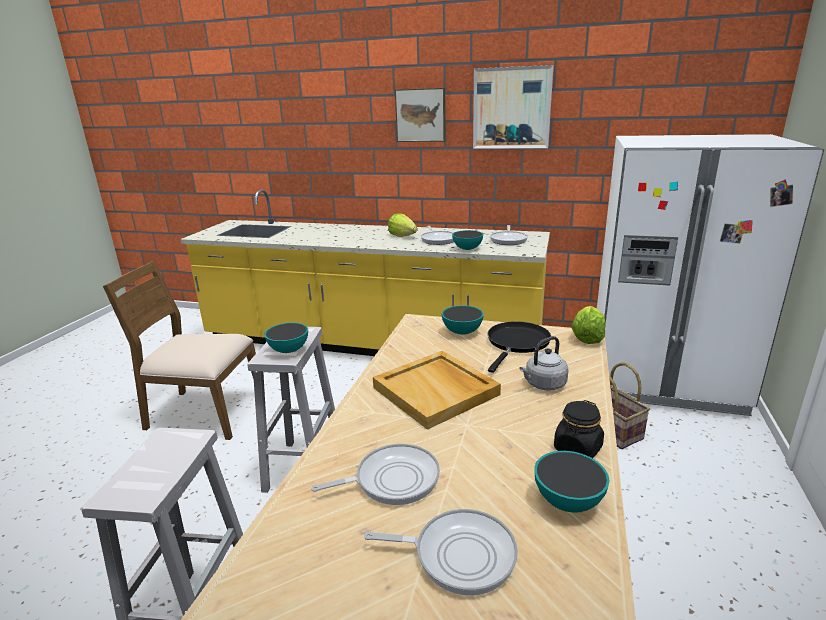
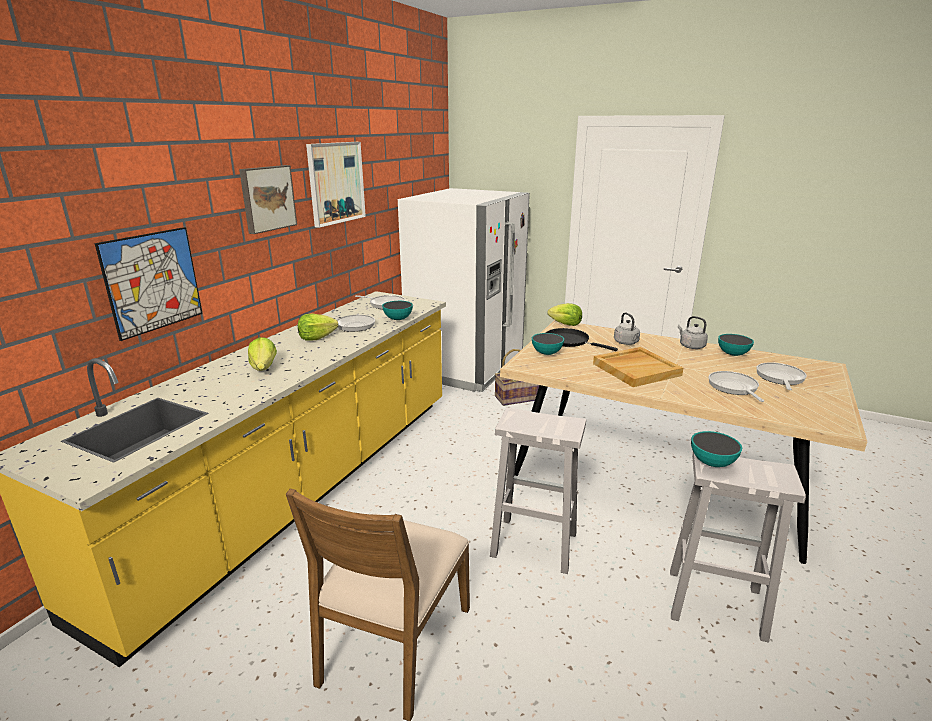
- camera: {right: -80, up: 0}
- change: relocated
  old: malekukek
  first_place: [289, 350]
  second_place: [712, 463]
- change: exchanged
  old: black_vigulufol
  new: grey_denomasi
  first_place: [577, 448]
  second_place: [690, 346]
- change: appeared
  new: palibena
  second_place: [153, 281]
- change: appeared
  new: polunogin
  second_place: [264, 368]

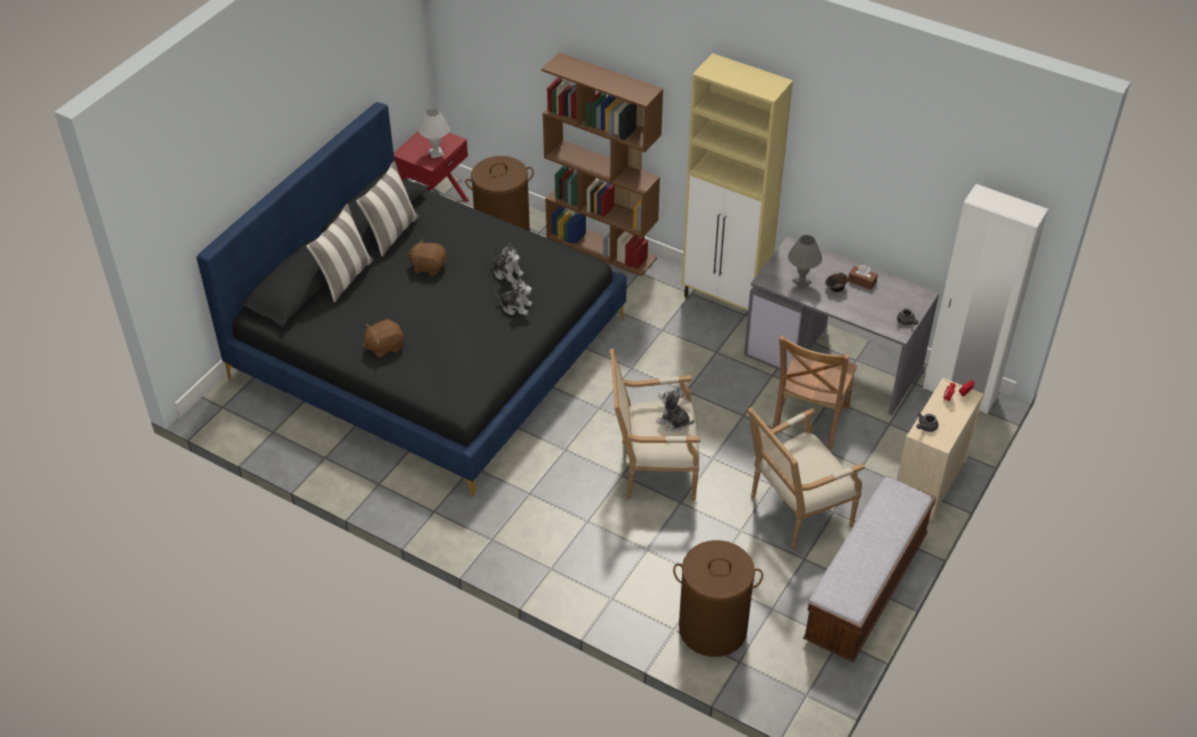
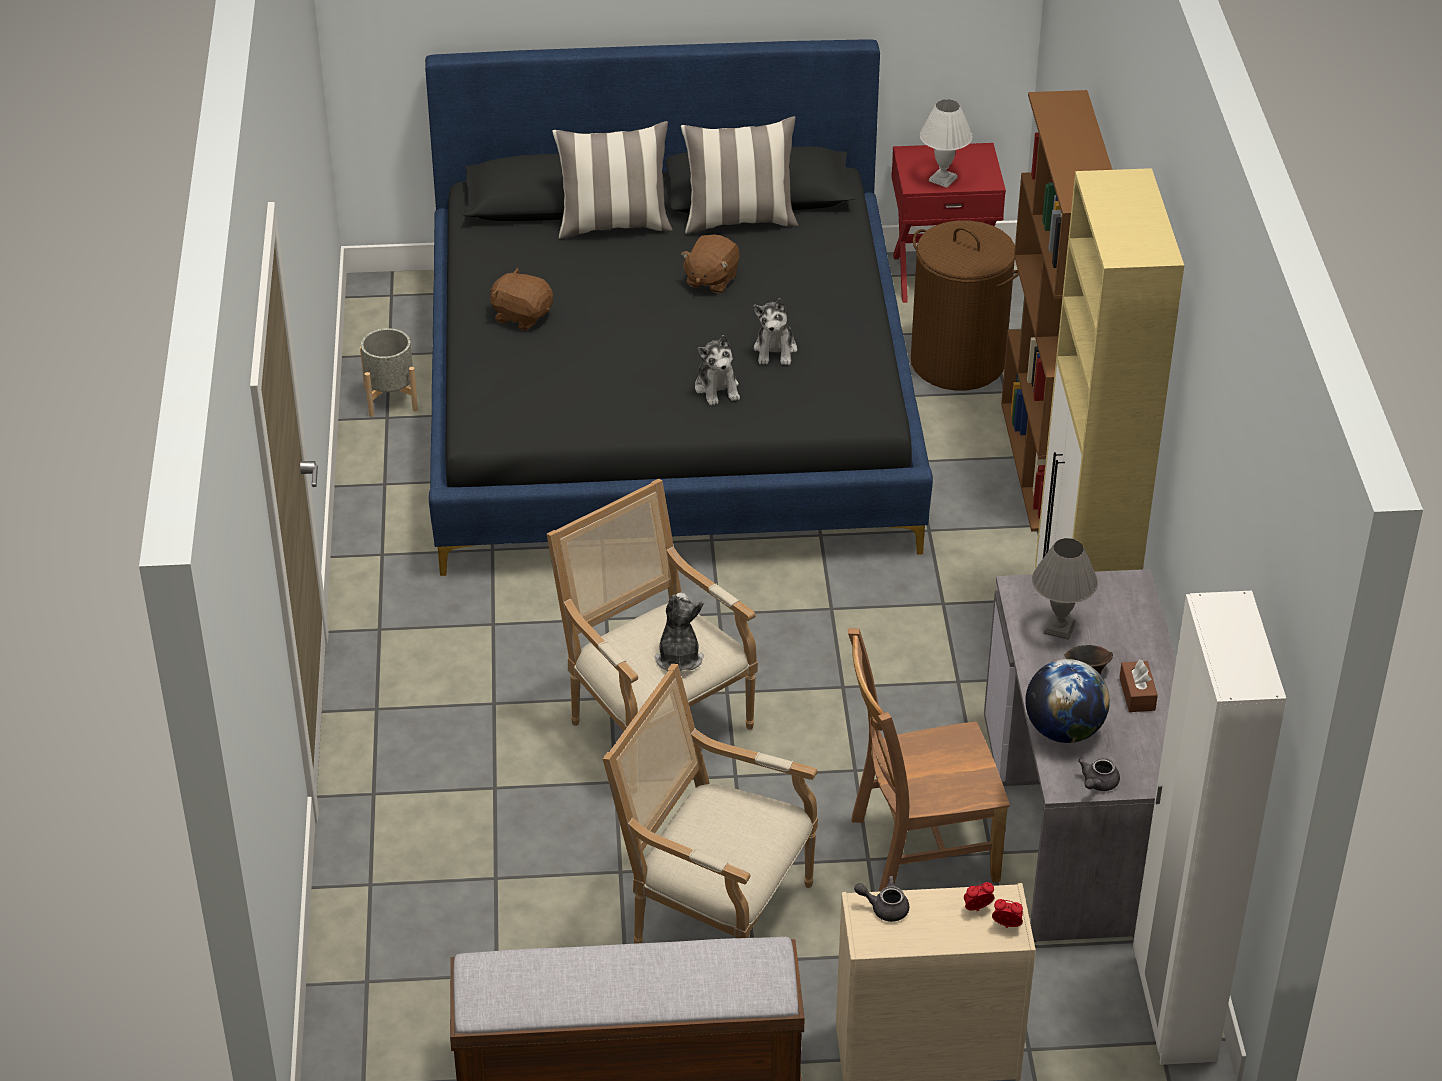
- camera: {right: 55, up: -5}
- change: spun
  old: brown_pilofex
  first_place: [428, 266]
  second_place: [711, 280]
  degrees: -135
- change: missing
  old: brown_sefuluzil
  first_place: [712, 629]
- change: appeared
  new: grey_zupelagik
  second_place: [390, 399]
- change: appeared
  new: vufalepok
  second_place: [1063, 730]

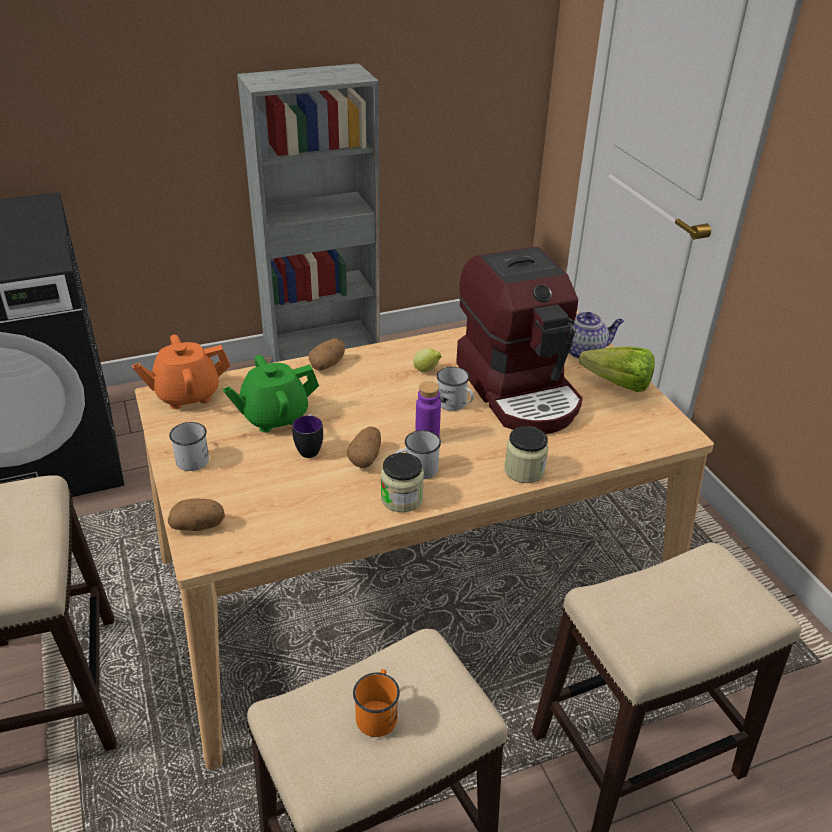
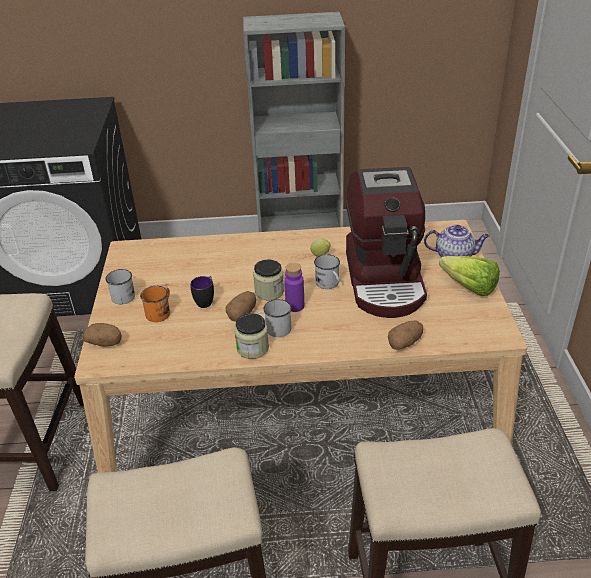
- camera: {right: 20, up: 0}
- change: missing
  old: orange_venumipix
  first_place: [187, 394]
- change: relocated
  old: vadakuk
  first_place: [327, 364]
  second_place: [405, 343]
- change: missing
  old: green_venumipix
  first_place: [274, 416]
- change: relocated
  old: vigulufol
  first_place: [524, 470]
  second_place: [269, 292]
- change: relocated
  old: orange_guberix
  first_place: [378, 712]
  second_place: [160, 312]

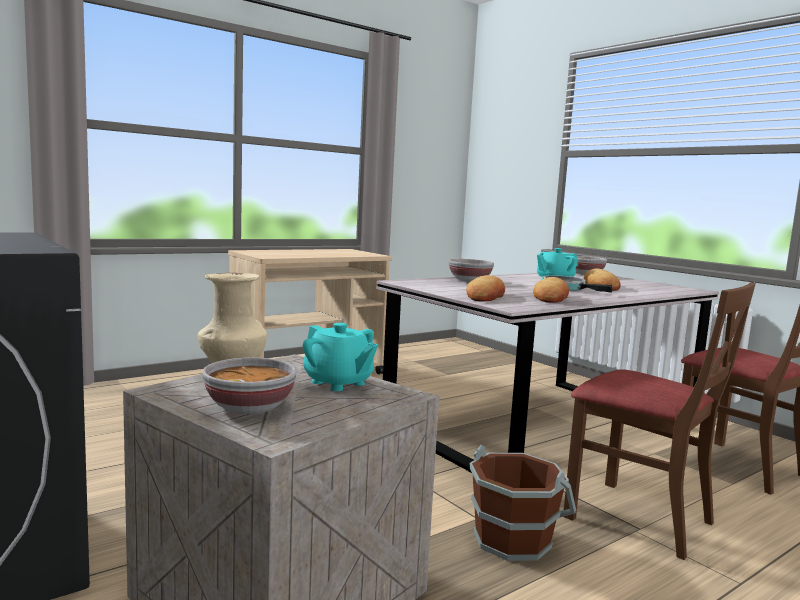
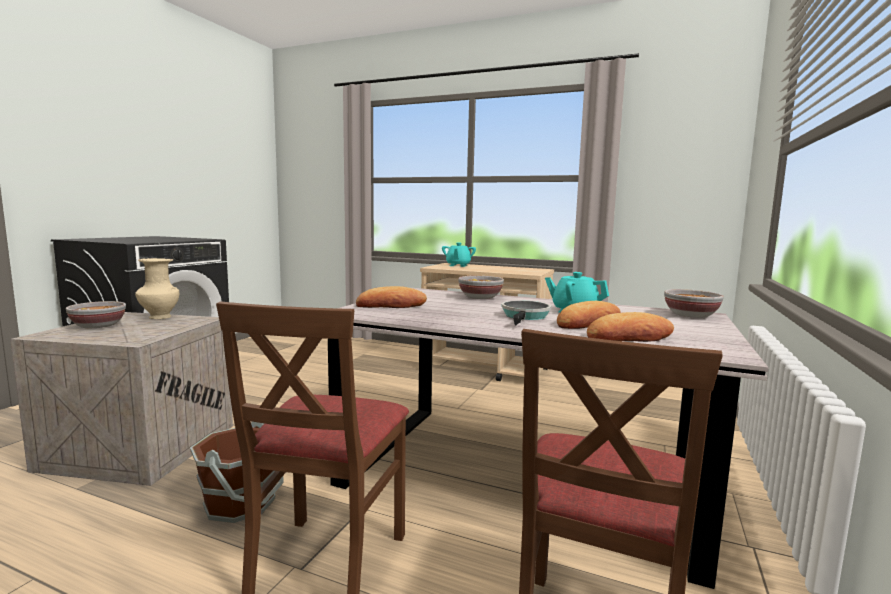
- camera: {right: 60, up: 0}
- change: relocated
  old: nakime
  first_place: [552, 297]
  second_place: [629, 337]
- change: relocated
  old: turquoise_venumipix
  first_place: [338, 383]
  second_place: [458, 265]

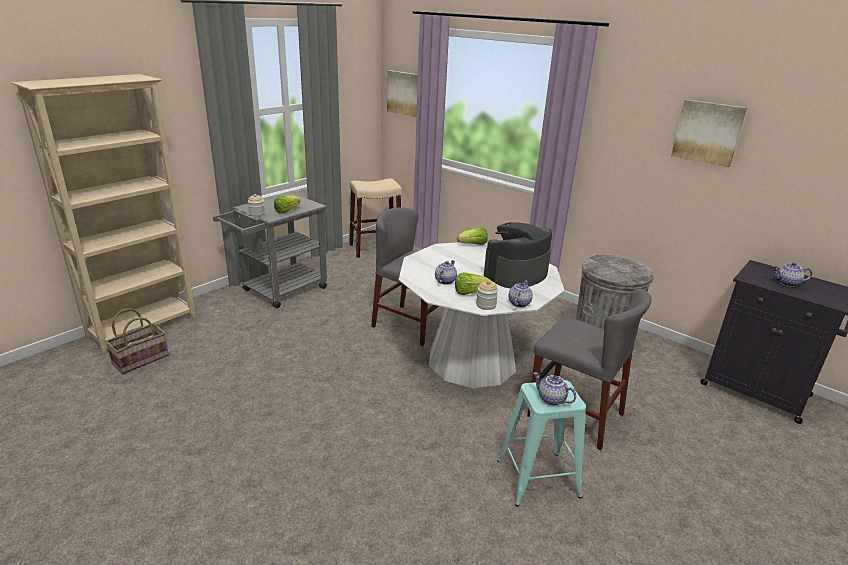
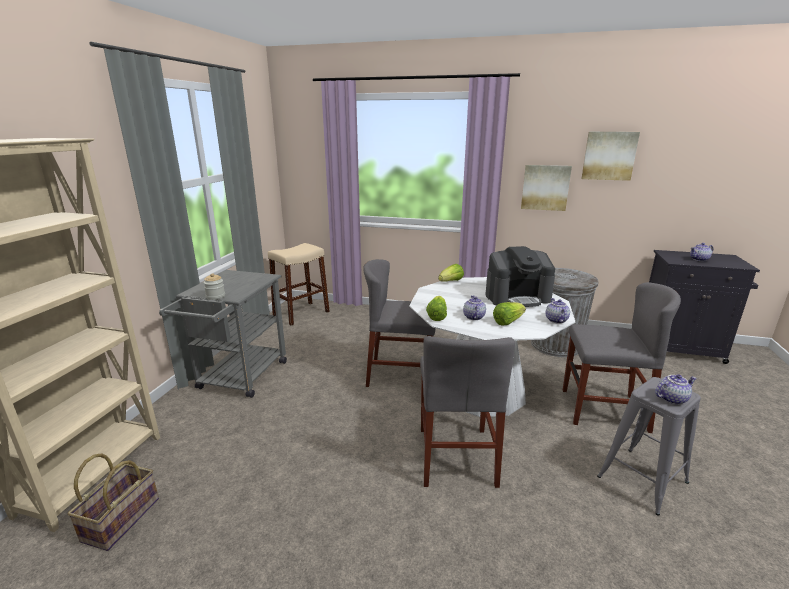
- camera: {right: -25, up: -5}
- change: relocated
  old: palibena
  first_place: [404, 93]
  second_place: [545, 187]
- change: relocated
  old: polunogin
  first_place: [286, 211]
  second_place: [437, 316]
- change: spun
  old: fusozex
  first_place: [515, 274]
  second_place: [517, 297]
  degrees: -120
- change: missing
  old: vigulufol
  first_place: [486, 305]
- change: spun
  old: venumipix
  first_place: [551, 399]
  second_place: [671, 398]
  degrees: 150
- change: colour
  old: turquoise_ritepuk
  new: grey_ritepuk
  first_place: [537, 478]
  second_place: [642, 479]
- change: appeared
  new: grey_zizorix
  second_place: [456, 455]

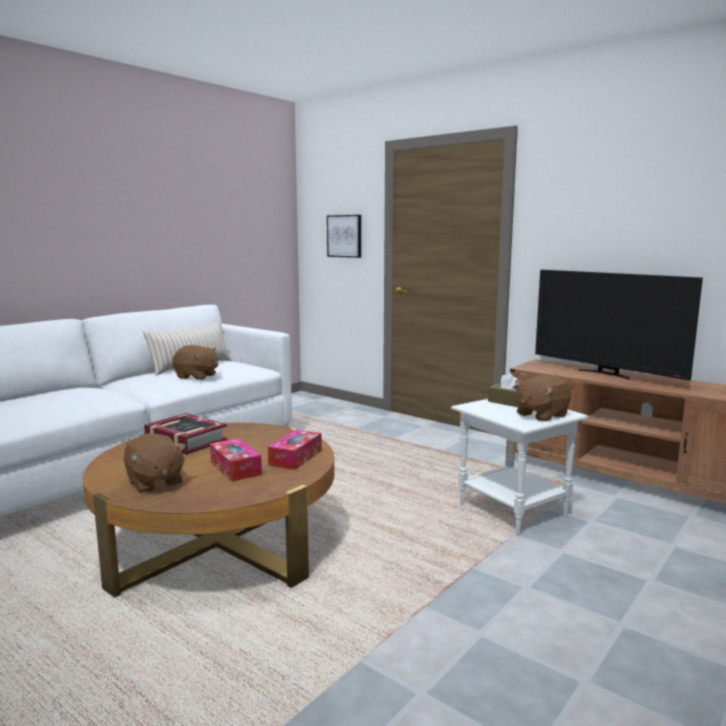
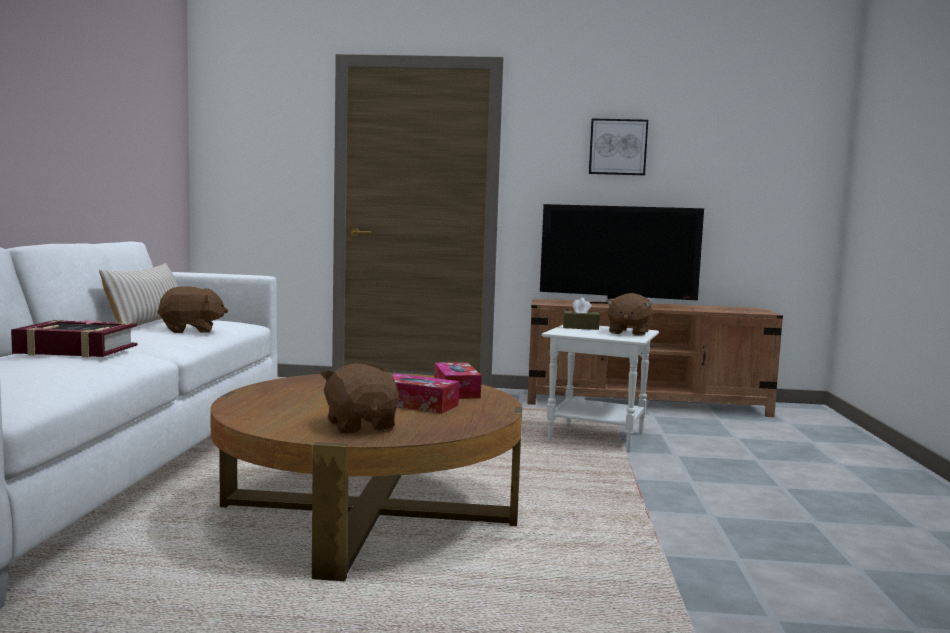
- camera: {right: -35, up: -5}
- change: relocated
  old: palibena
  first_place: [345, 236]
  second_place: [618, 147]
- change: relocated
  old: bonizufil
  first_place: [185, 441]
  second_place: [76, 350]
- change: spun
  old: brown_pilofex
  first_place: [154, 483]
  second_place: [361, 425]
  degrees: -135

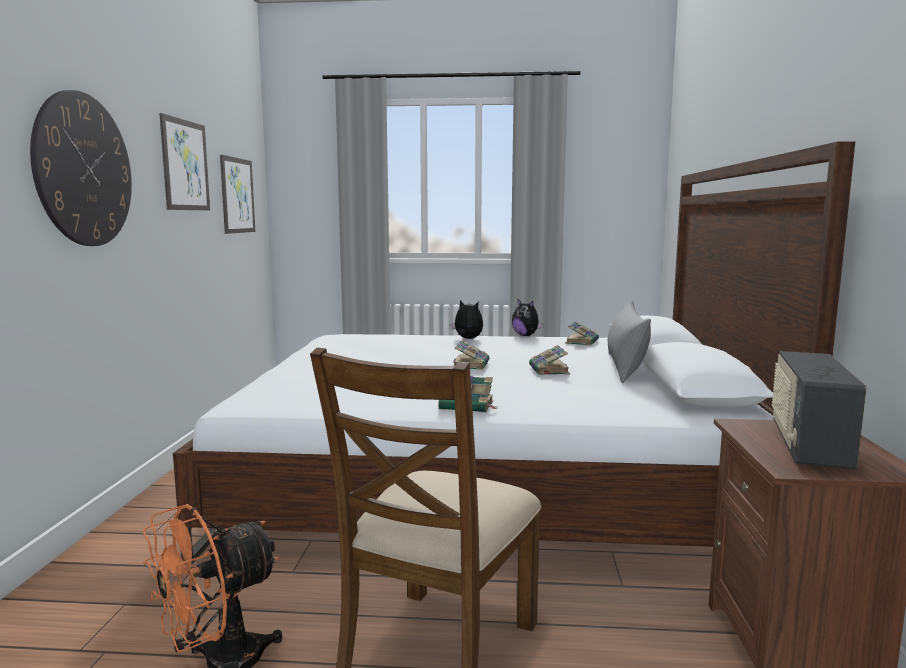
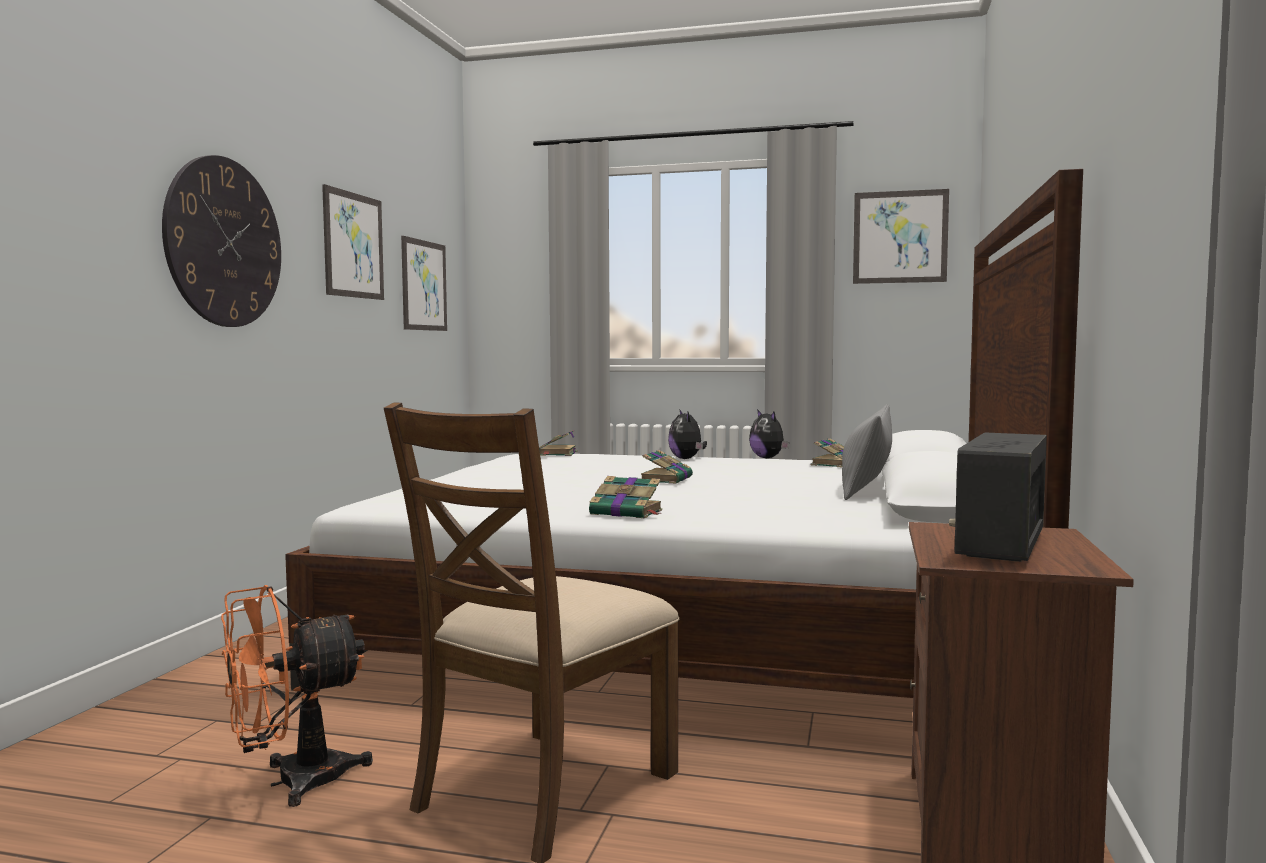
- camera: {right: 10, up: -5}
- change: spun
  old: pilofex
  first_place: [467, 339]
  second_place: [687, 459]
  degrees: -150
- change: relocated
  old: bonizufil
  first_place: [549, 370]
  second_place: [557, 453]
- change: appeared
  new: palibena
  second_place: [900, 237]

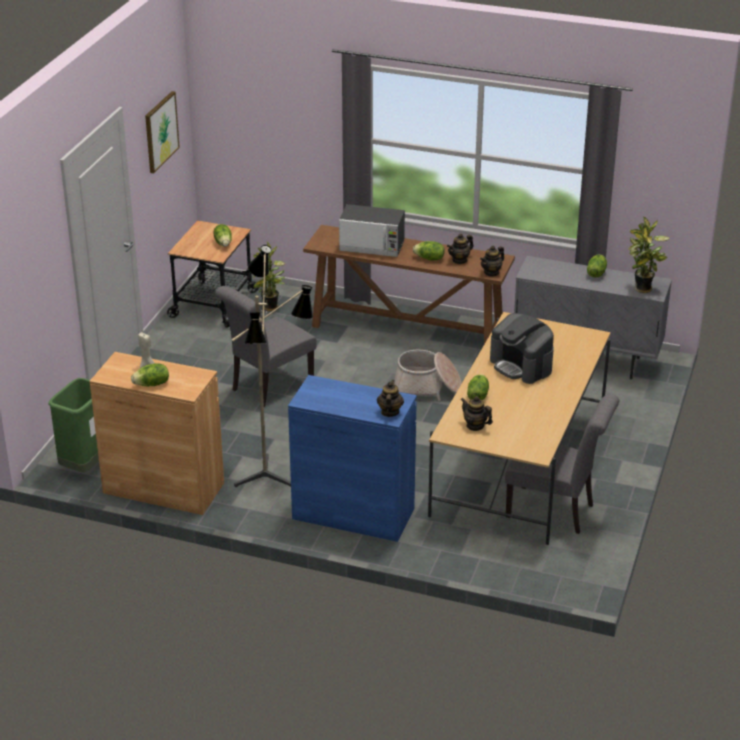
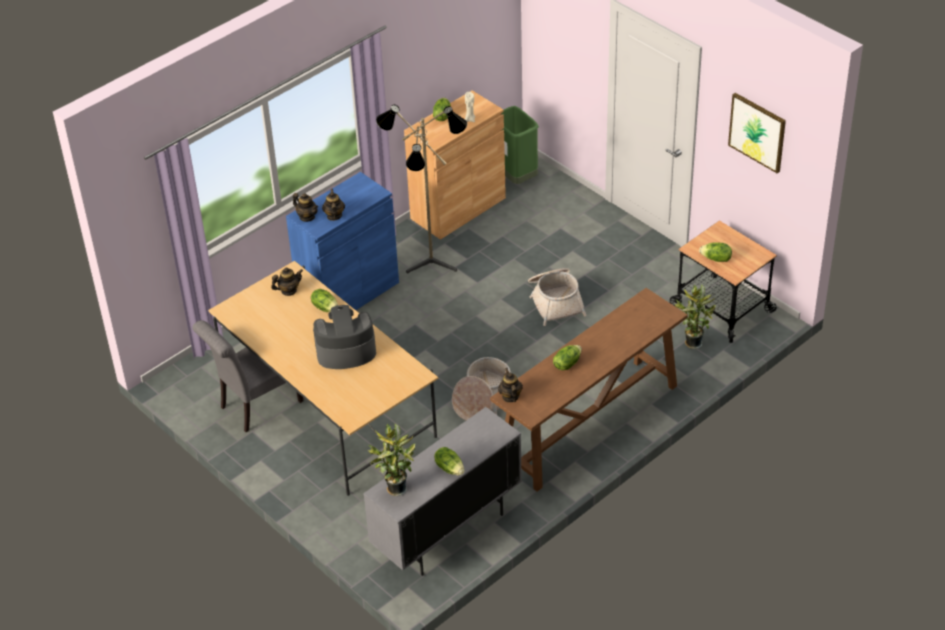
- camera: {right: 120, up: 10}
- change: missing
  old: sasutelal
  first_place: [372, 247]
- change: relocated
  old: venumipix
  first_place: [459, 260]
  second_place: [334, 216]
- change: exchanged
  old: grey_zizorix
  new: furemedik
  first_place: [268, 387]
  second_place: [555, 301]

